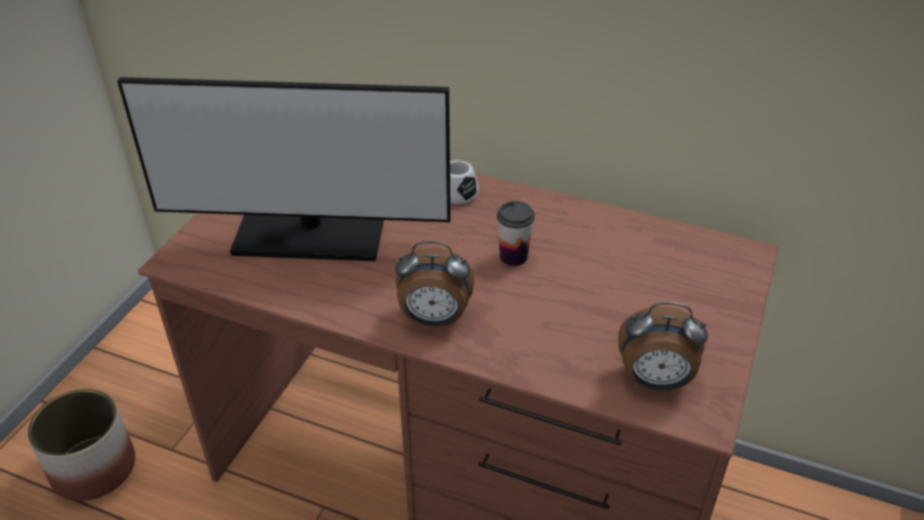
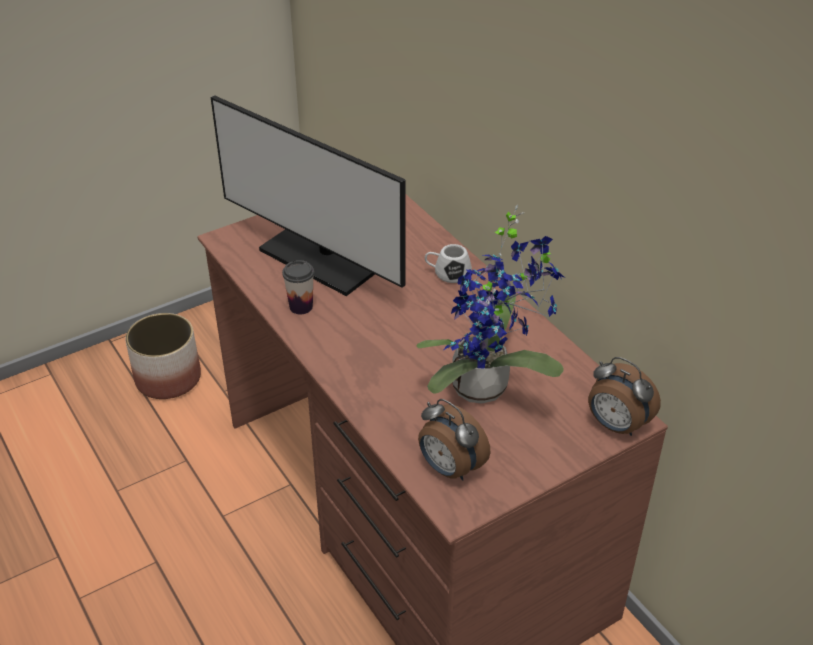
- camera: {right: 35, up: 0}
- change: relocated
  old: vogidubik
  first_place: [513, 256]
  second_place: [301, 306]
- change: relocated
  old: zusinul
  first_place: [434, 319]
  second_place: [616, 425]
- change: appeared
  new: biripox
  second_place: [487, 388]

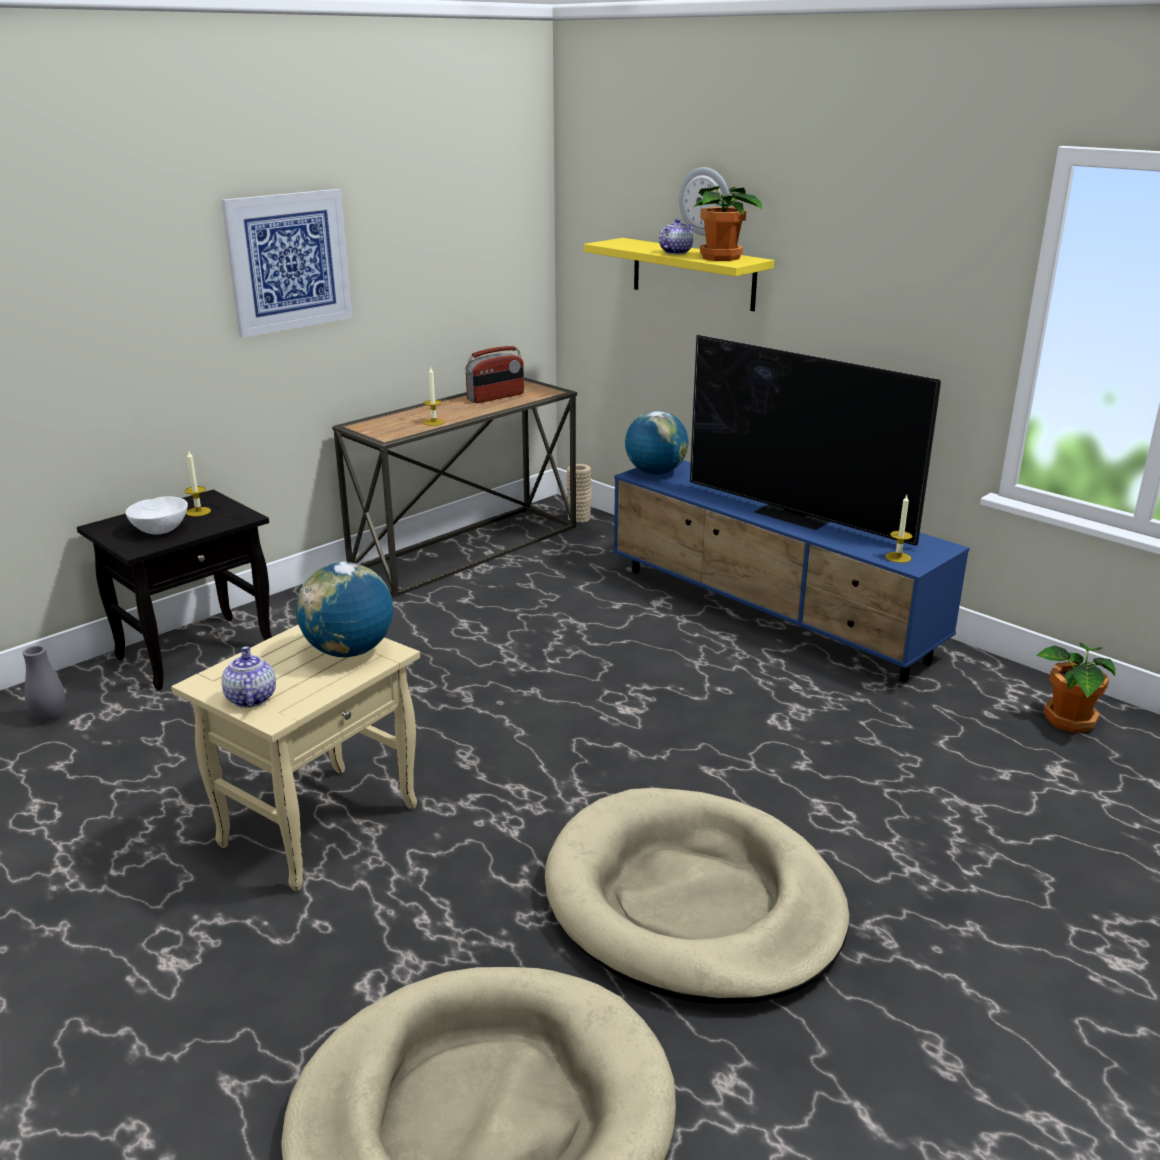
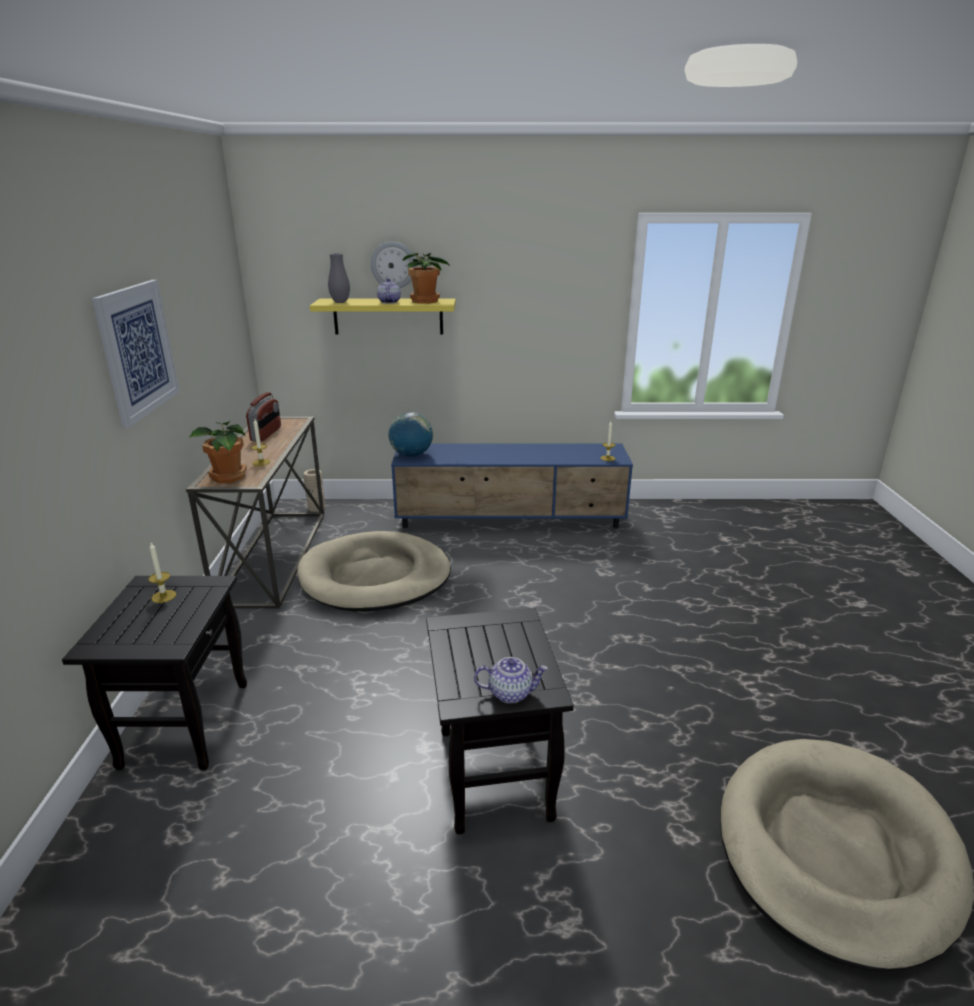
- camera: {right: -45, up: 0}
- change: missing
  old: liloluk
  first_place: [796, 515]
- change: missing
  old: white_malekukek
  first_place: [160, 530]
- change: missing
  old: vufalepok
  first_place: [349, 651]
- change: colour
  old: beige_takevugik
  new: black_takevugik
  first_place: [320, 823]
  second_place: [492, 772]
- change: relocated
  old: biripox
  first_place: [1068, 721]
  second_place: [228, 477]
- change: relocated
  old: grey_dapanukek
  first_place: [50, 717]
  second_place: [340, 302]
- change: spun
  old: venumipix
  first_place: [250, 698]
  second_place: [510, 693]
  degrees: 150
- change: relocated
  old: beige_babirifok
  first_place: [692, 902]
  second_place: [375, 577]

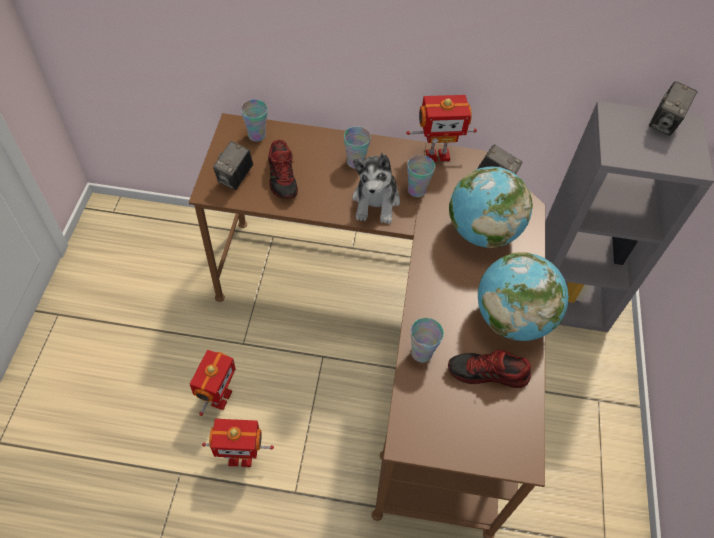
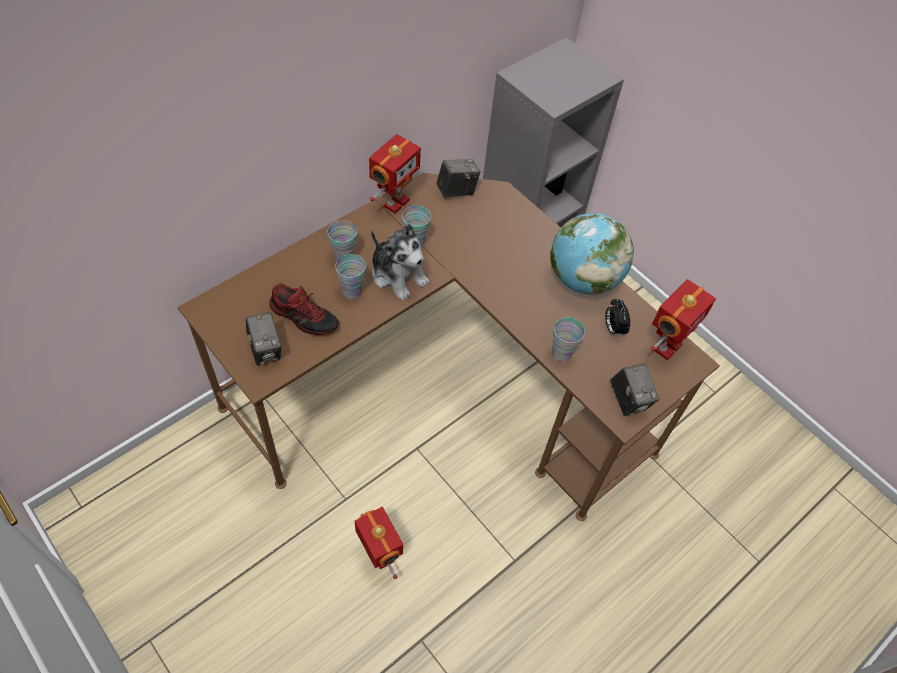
- camera: {right: -50, up: 0}
- change: relocated
  old: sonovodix
  first_place: [664, 123]
  second_place: [629, 400]
- change: relocated
  old: vogidubik
  first_place: [257, 135]
  second_place: [352, 291]
- change: missing
  old: vufalepok
  first_place: [482, 232]
- change: exchanged
  old: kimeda
  new: zusinul
  first_place: [487, 374]
  second_place: [613, 328]
- change: relocated
  old: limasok
  first_place: [240, 457]
  second_place: [666, 346]

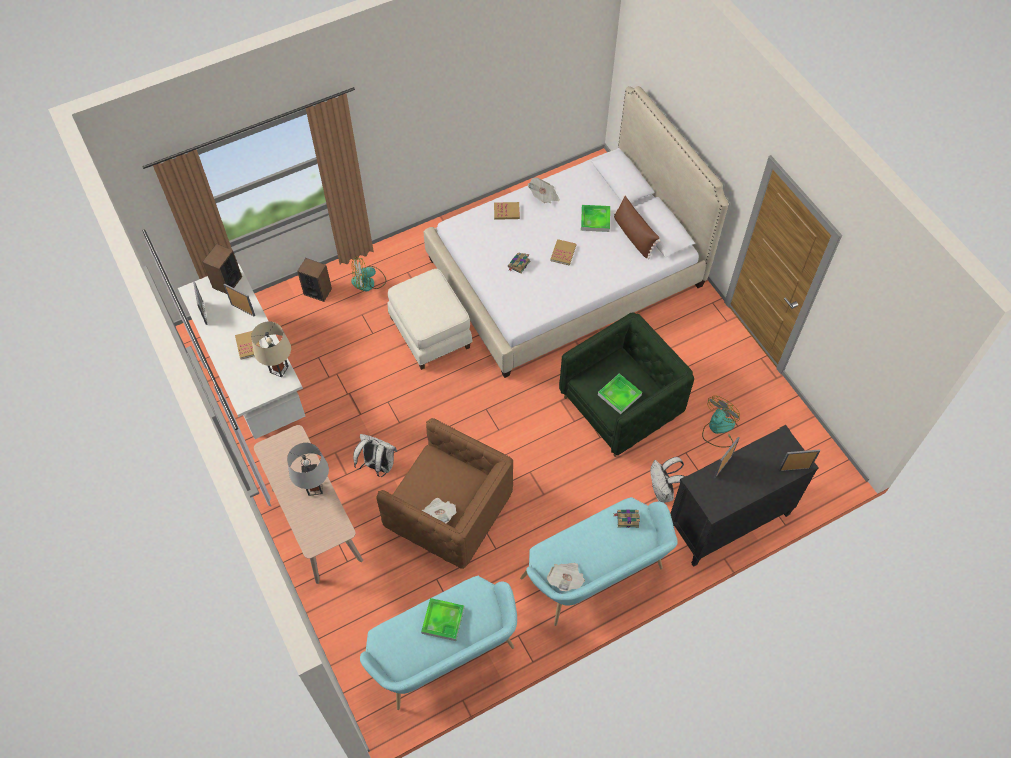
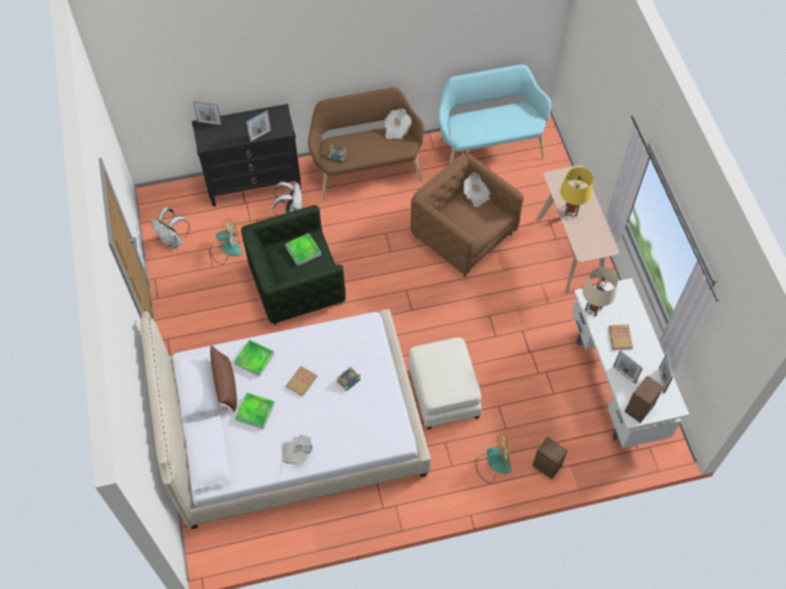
- camera: {right: -165, up: 0}
- change: missing
  old: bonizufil
  first_place: [506, 212]
- change: spun
  old: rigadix
  first_place: [718, 429]
  second_place: [226, 249]
  degrees: -150
- change: relocated
  old: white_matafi
  first_place: [377, 465]
  second_place: [173, 241]
- change: colour
  old: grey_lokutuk
  new: yellow_lokutuk
  first_place: [314, 488]
  second_place: [571, 210]
- change: colour
  old: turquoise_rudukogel
  new: brown_rudukogel
  first_place: [596, 577]
  second_place: [366, 170]
- change: relocated
  old: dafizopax
  first_place: [443, 620]
  second_place: [254, 359]

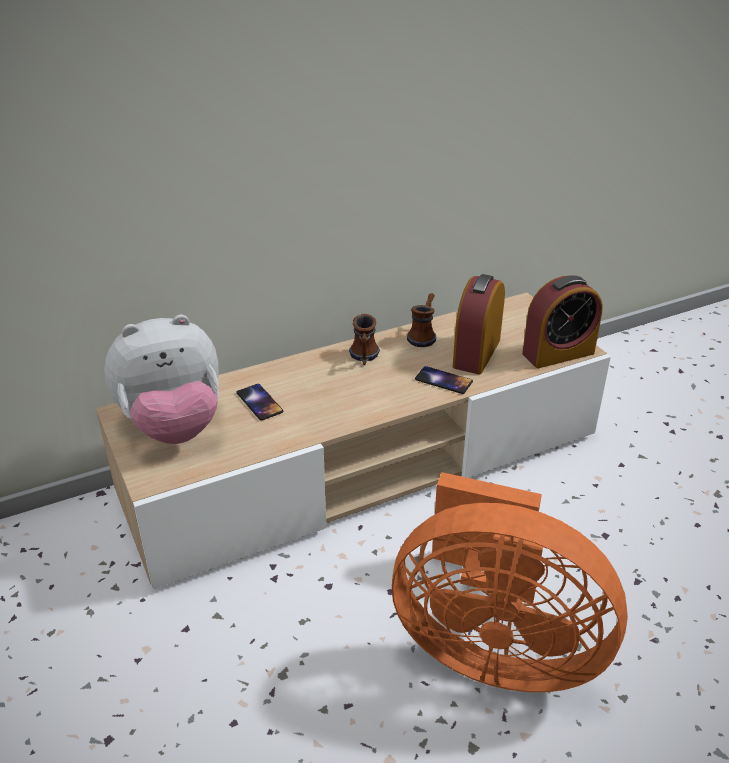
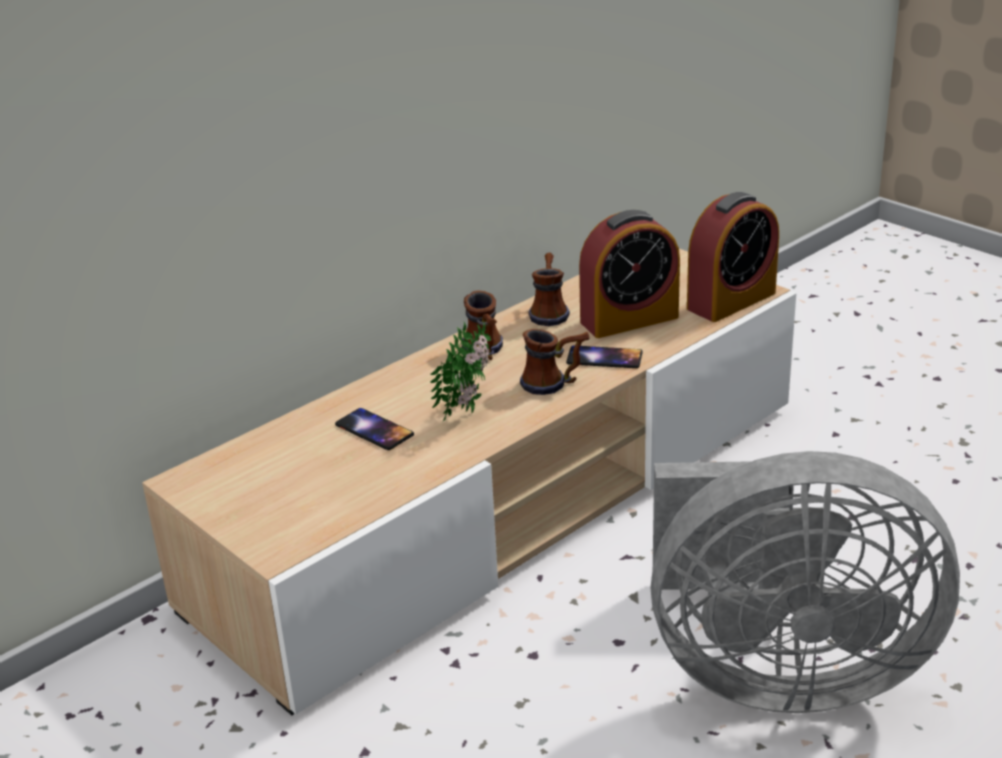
- camera: {right: -15, up: -5}
- change: spun
  old: zusinul
  first_place: [476, 353]
  second_place: [629, 319]
  degrees: -120
- change: missing
  old: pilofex
  first_place: [173, 426]
- change: colour
  old: orange_rigadix
  new: grey_rigadix
  first_place: [492, 647]
  second_place: [776, 672]
- change: appeared
  new: biripox
  second_place: [470, 406]
- change: appeared
  new: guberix
  second_place: [555, 383]

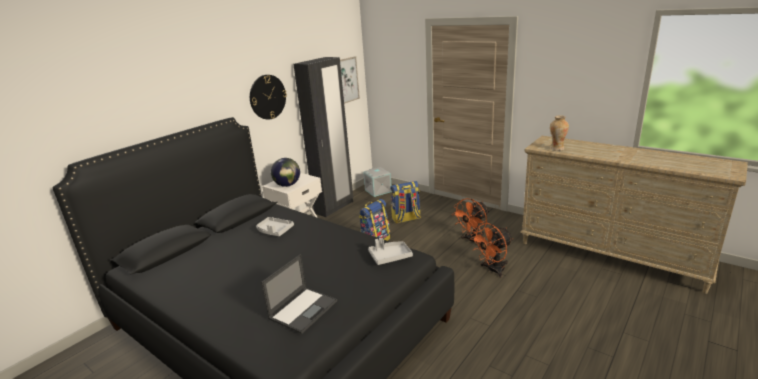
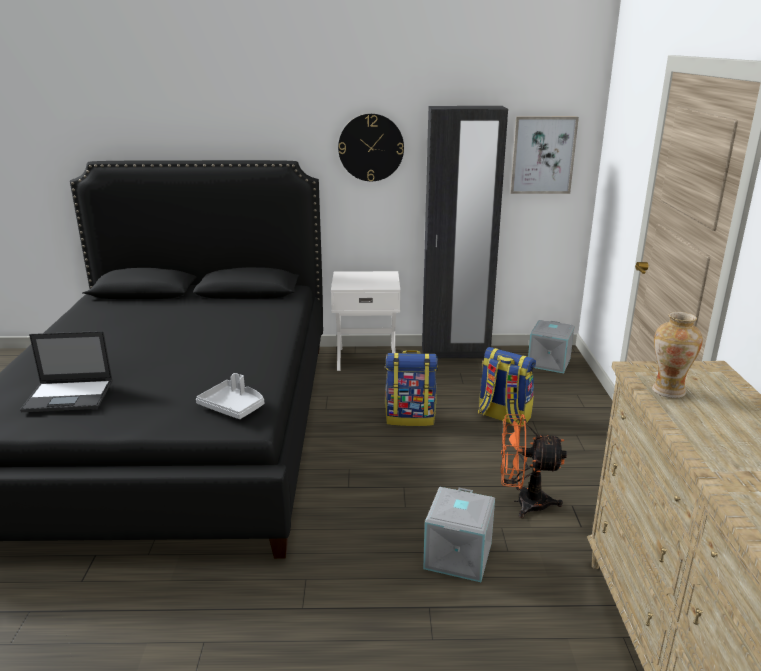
- camera: {right: 50, up: 0}
- change: missing
  old: vufalepok
  first_place: [287, 185]
- change: missing
  old: grey_dafizopax
  first_place: [274, 231]
- change: exchanged
  old: orange_rigadix
  new: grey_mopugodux
  first_place: [492, 270]
  second_place: [459, 556]

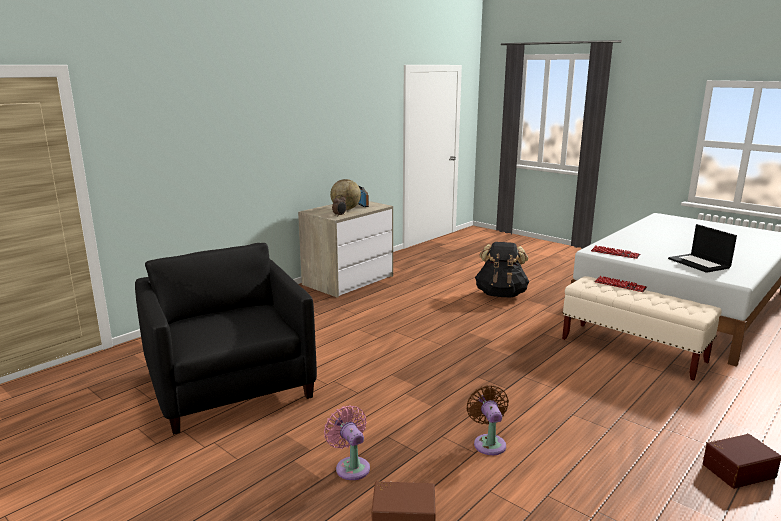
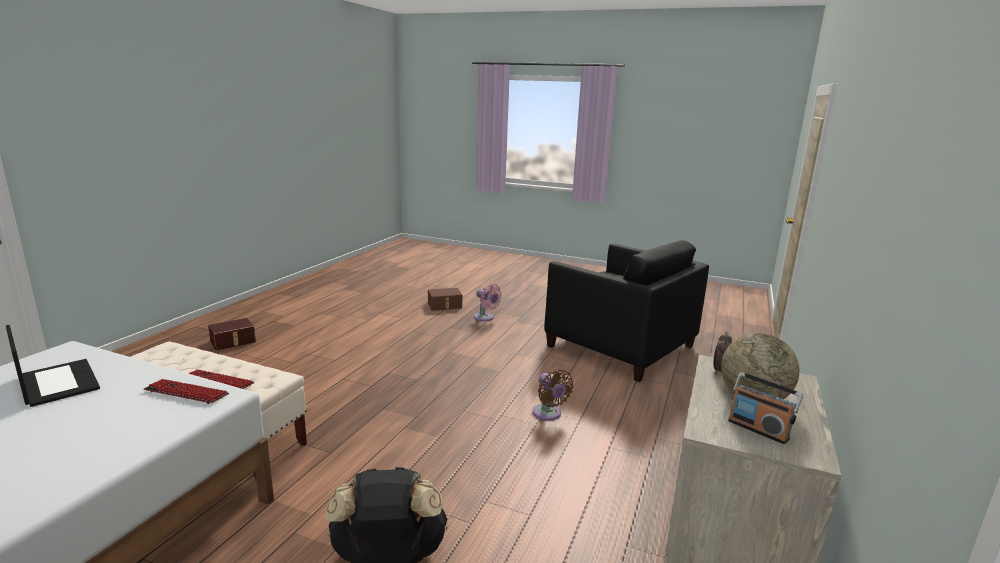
- camera: {right: 160, up: 0}
- change: relocated
  old: brown_rigadix
  first_place: [488, 442]
  second_place: [548, 414]

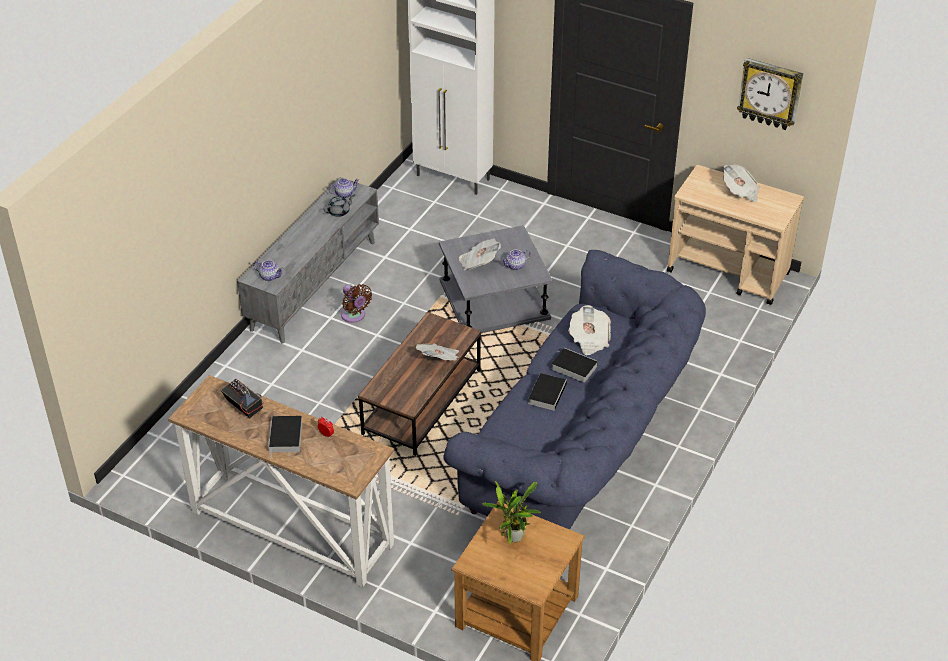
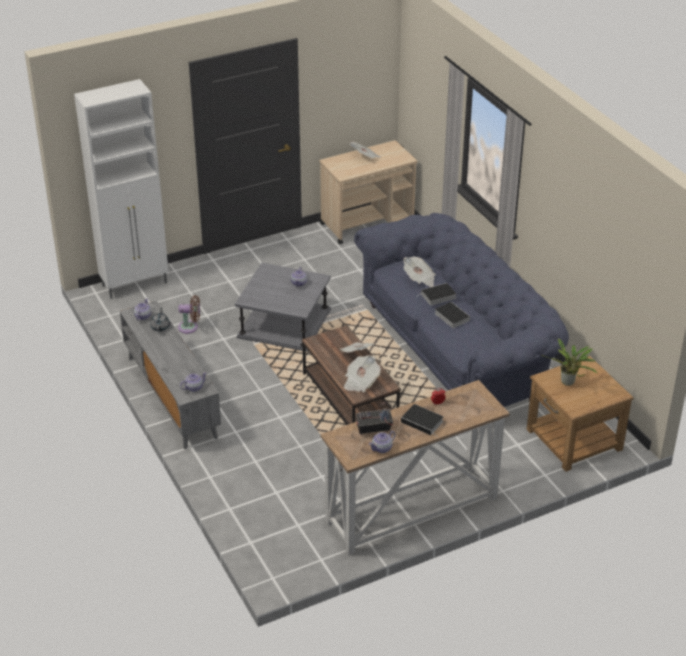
- camera: {right: -55, up: -5}
- change: missing
  old: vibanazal
  first_place: [770, 93]
- change: relocated
  old: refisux
  first_place: [478, 263]
  second_place: [360, 382]
- change: relocated
  old: brown_rigadix
  first_place: [354, 316]
  second_place: [190, 327]
- change: appeared
  new: venumipix
  second_place: [382, 448]

